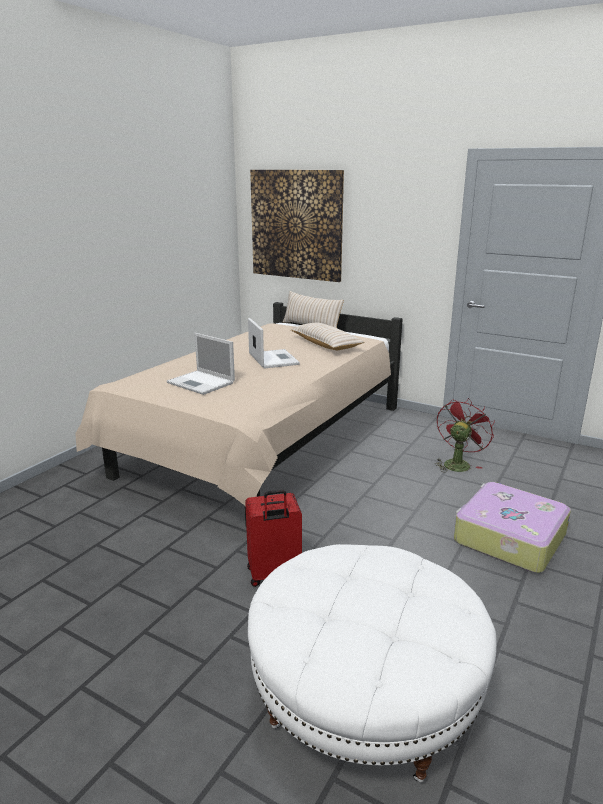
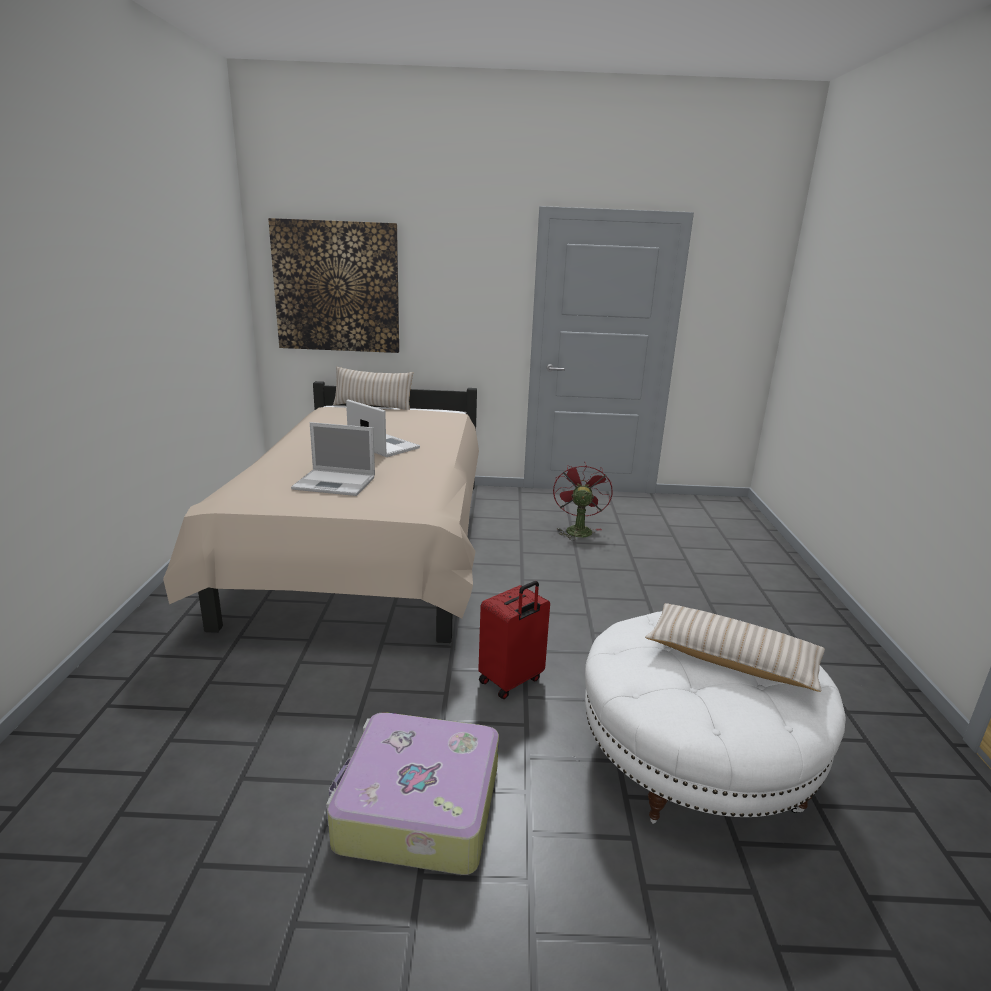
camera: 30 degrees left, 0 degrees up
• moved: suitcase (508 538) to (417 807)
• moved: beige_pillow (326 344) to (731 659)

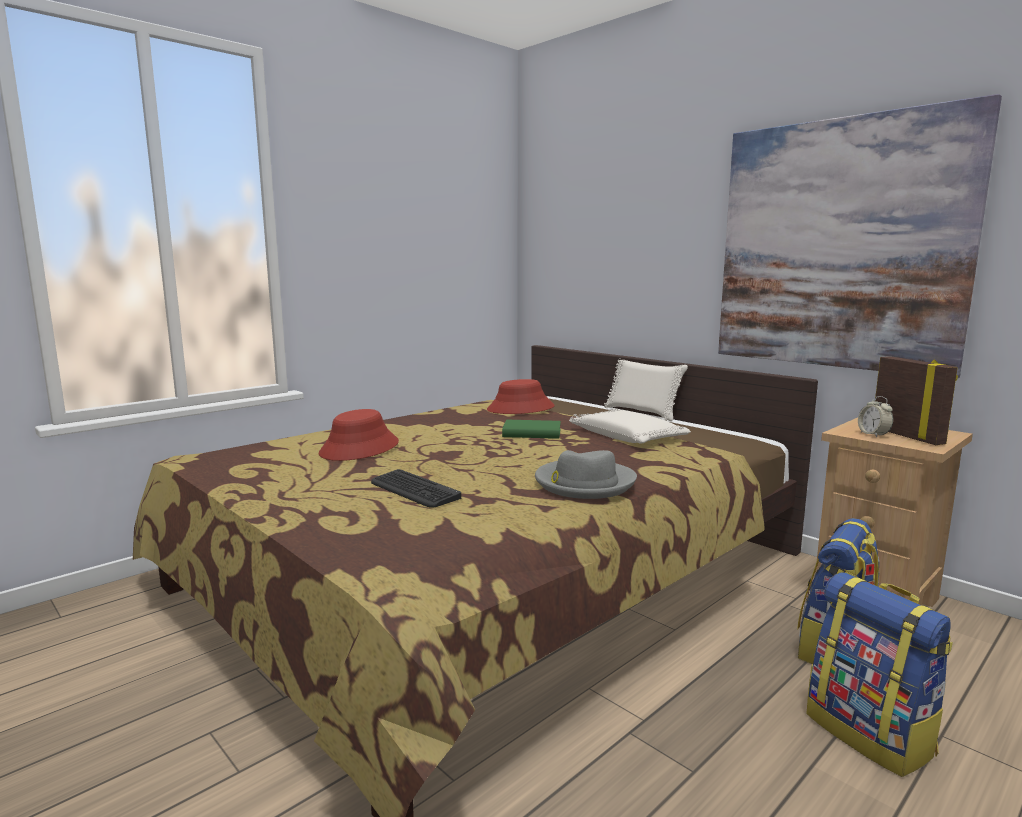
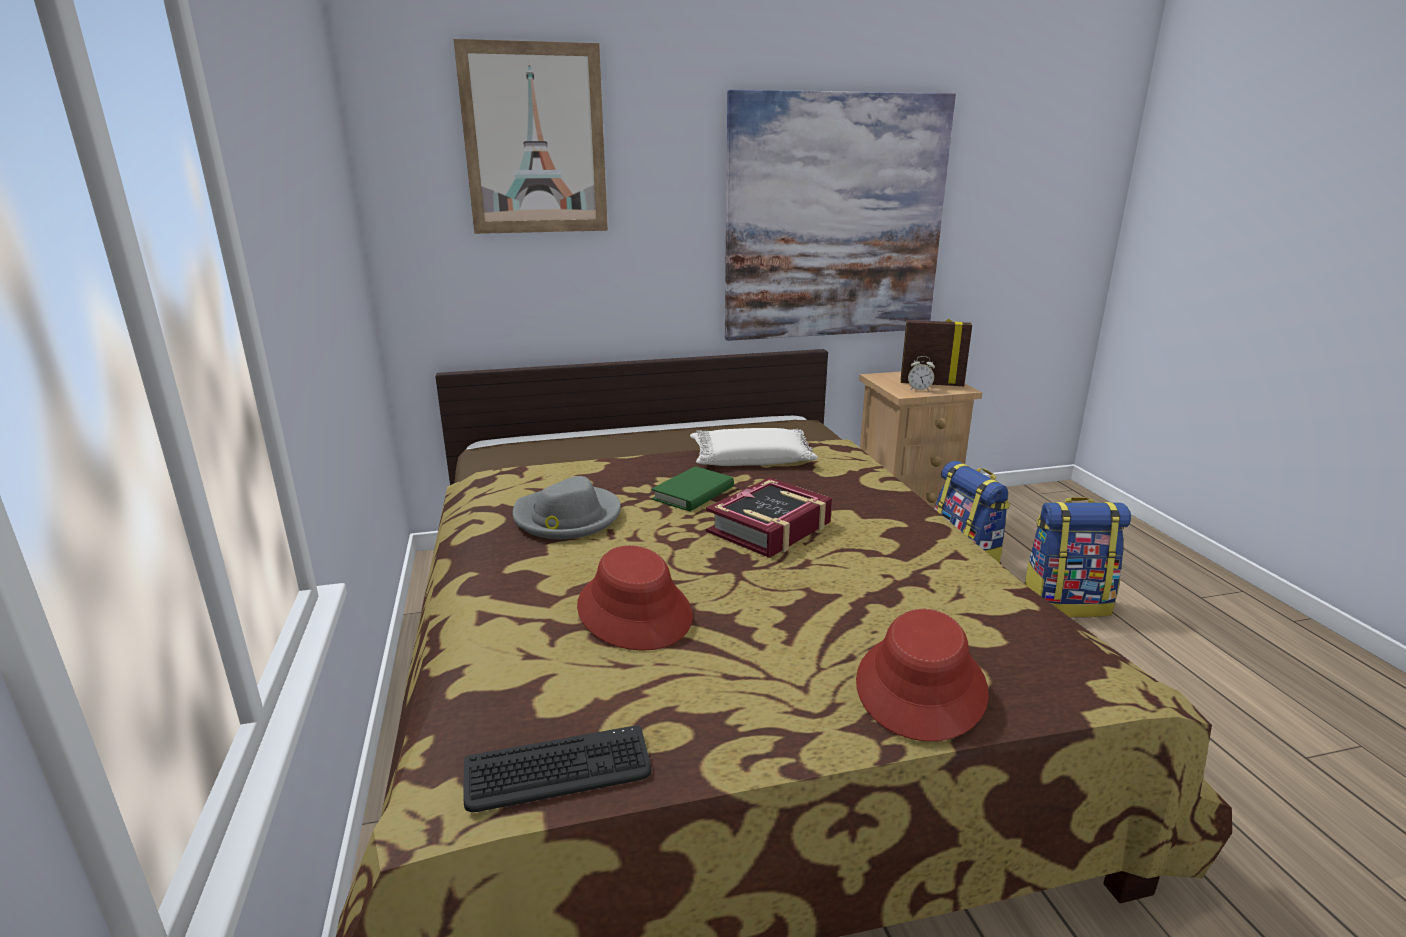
camera: 60 degrees left, 10 degrees up
• added: picture (535 140)
• moved: keyboard (414 490) to (558 770)
• moved: grey_hat (584 483) to (567 517)
• added: book (770 528)
• moved: red_hat (520 409) to (921 686)
• removed: white_pillow (642 413)

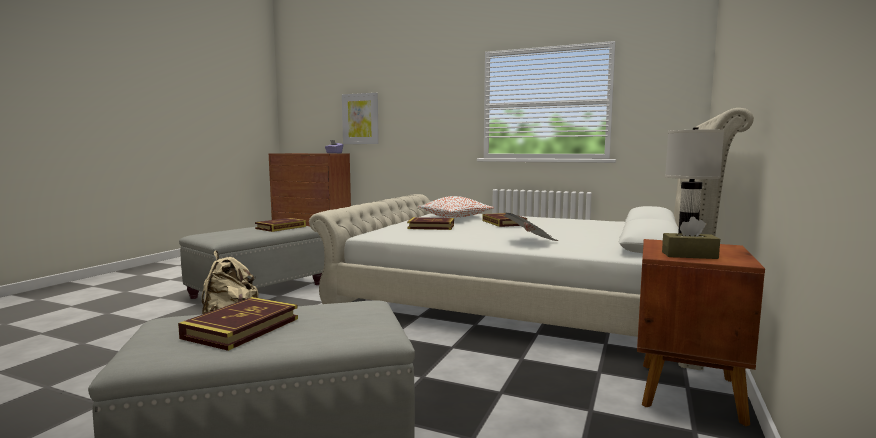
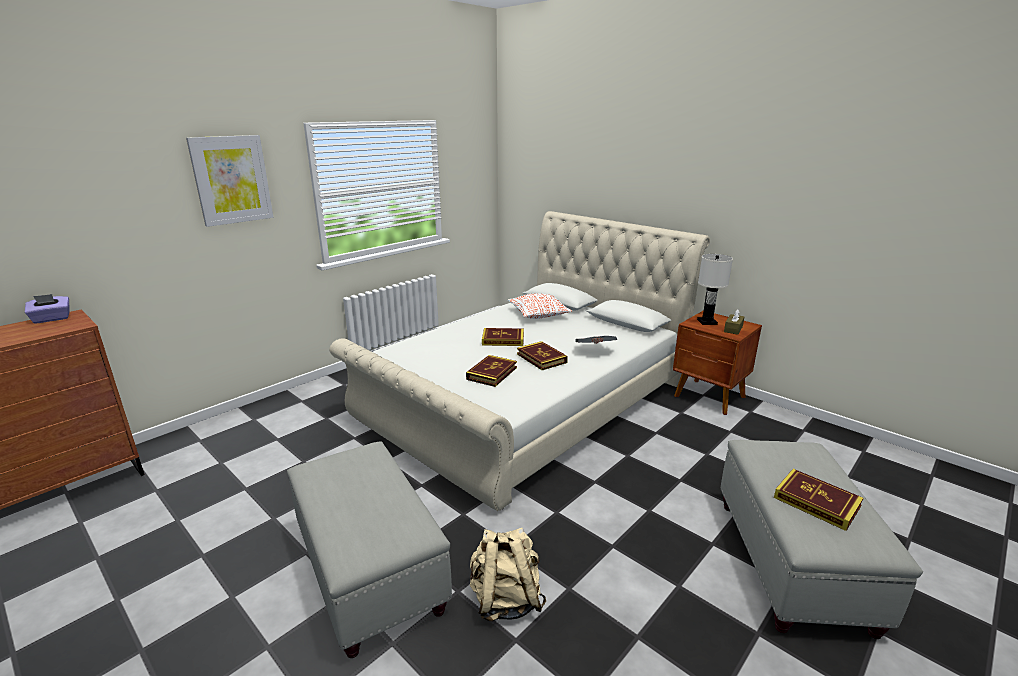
camera: 70 degrees left, 15 degrees up
• moved: picture (360 119) to (231 180)
• moved: white_pillow (455 217) to (539 314)
• moved: book (281 227) to (541 358)

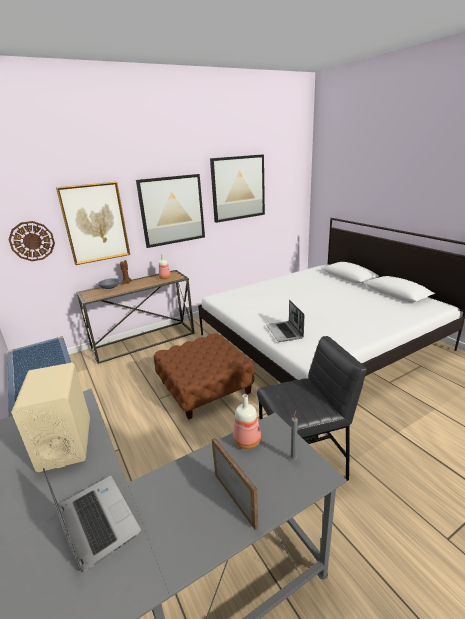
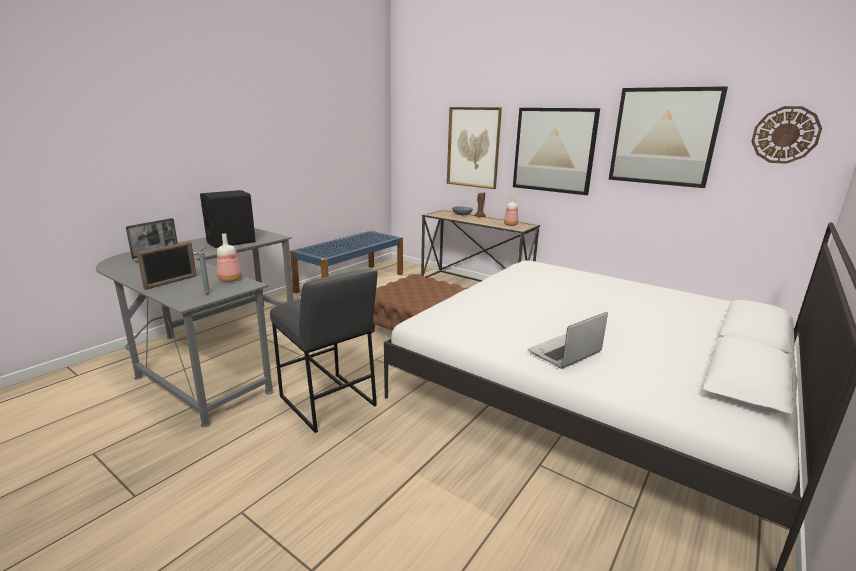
camera: 65 degrees right, 5 degrees down
• recoloured: beige_speaker (65 443) to black_speaker (231 242)
• moved: laptop (285 332) to (564 353)
• moved: wall_clock (32 241) to (785 135)

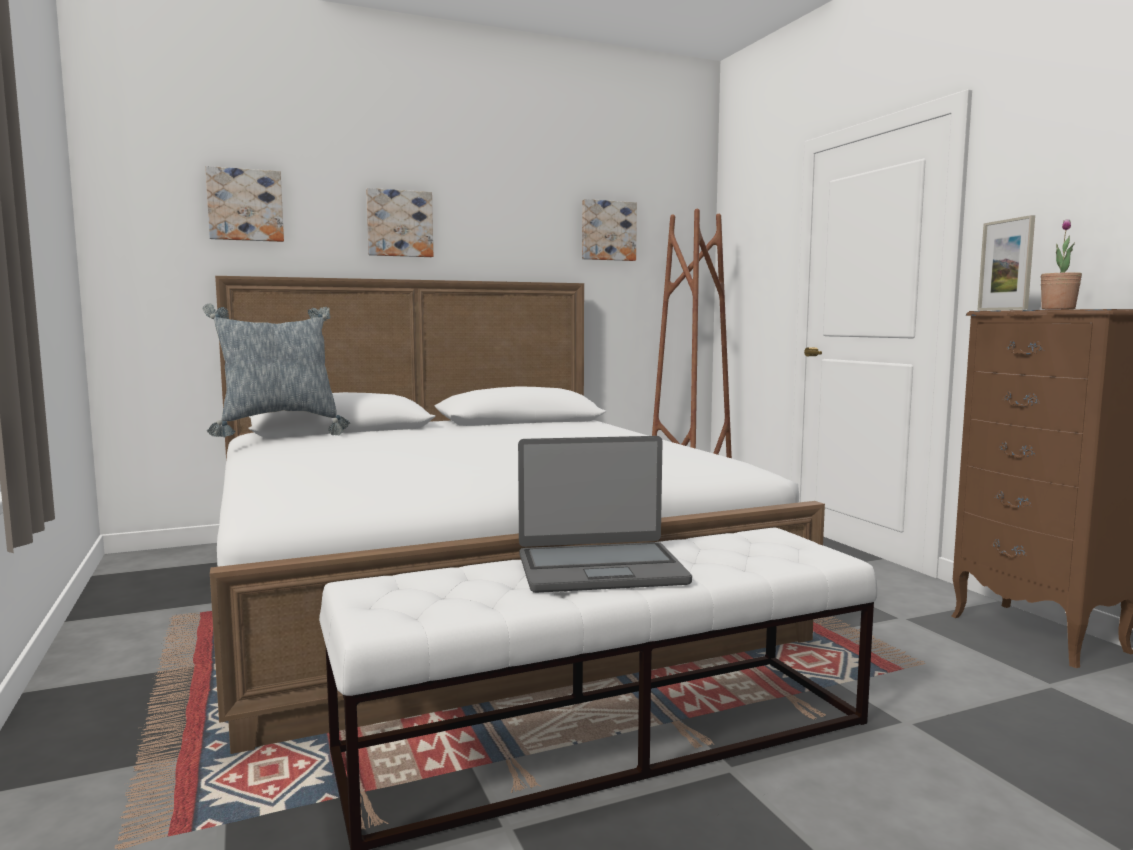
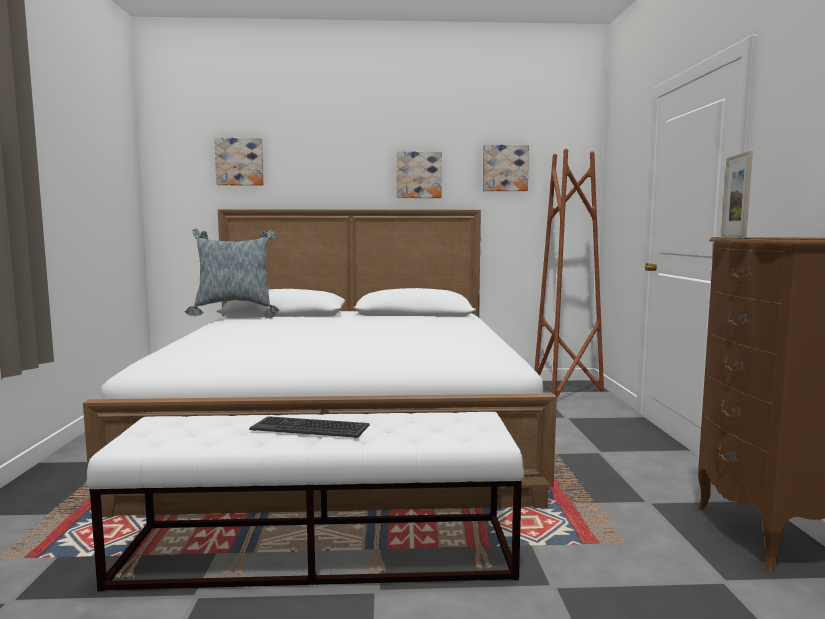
camera: 20 degrees right, 0 degrees up
• replaced: laptop (600 569) to keyboard (310 428)
• moved: picture (399 223) to (418 175)
• removed: potted_plant (1058 309)

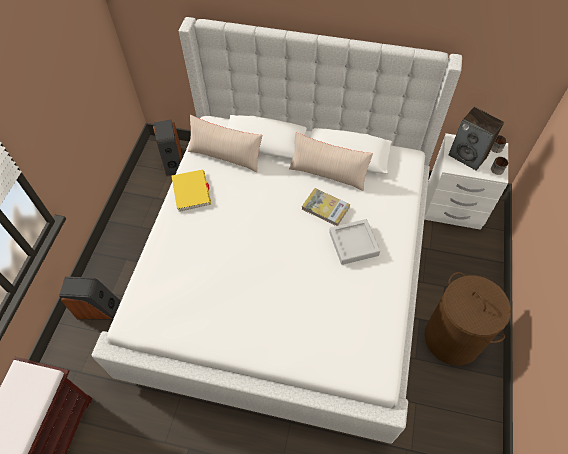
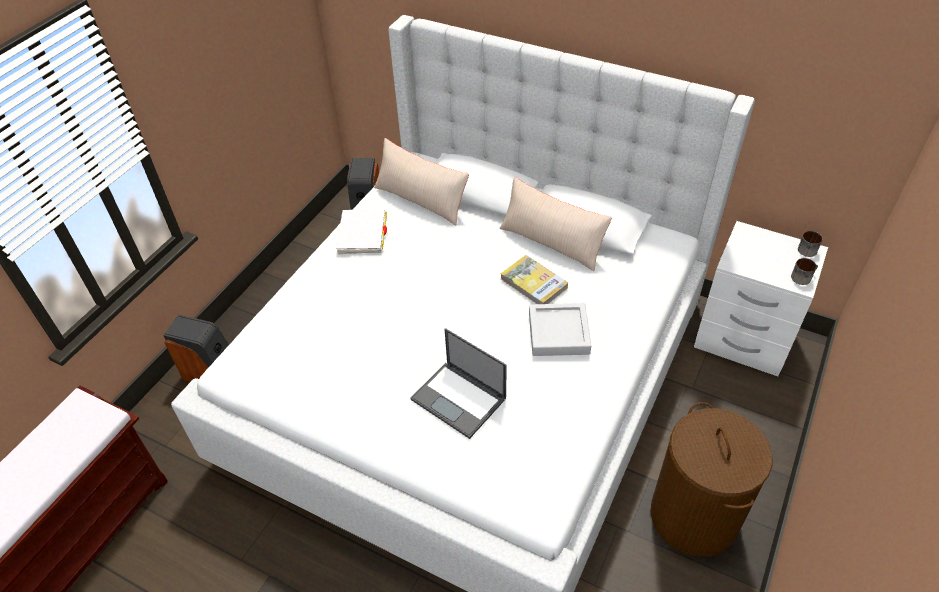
camera: 15 degrees right, 10 degrees down
• recoloured: yellow_book (191 191) to white_book (362 234)
• added: laptop (459 399)
• removed: speaker (468 156)

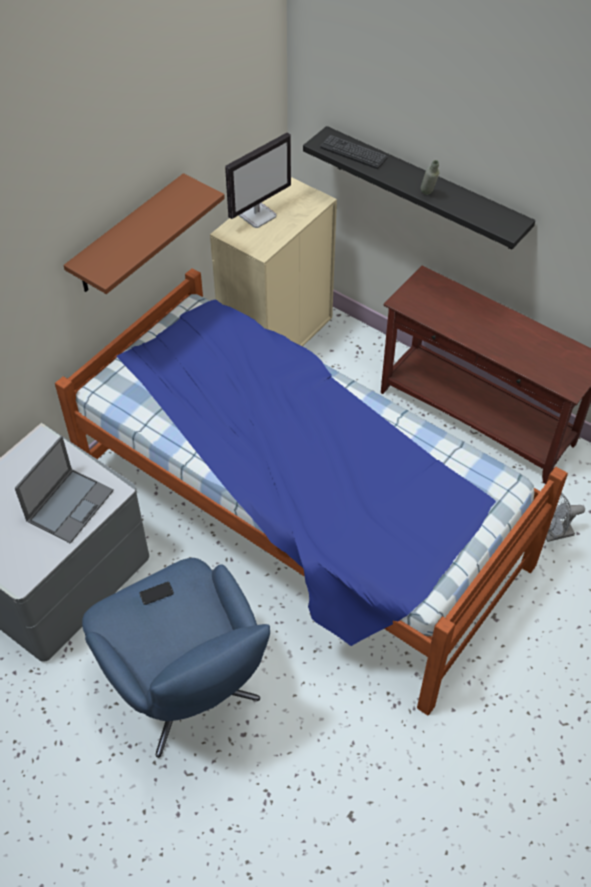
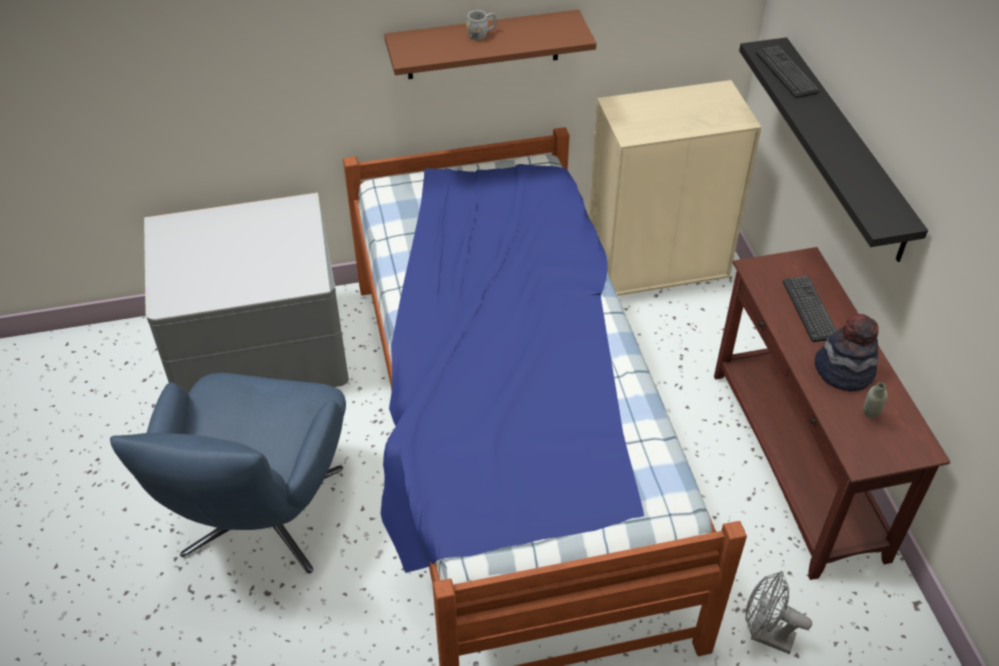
camera: 40 degrees right, 5 degrees down
• added: grey_mug (482 34)
• added: keyboard (809 309)
• added: hat (844 370)
• moved: grey_bottle (428 195) to (868 418)
• removed: laptop (70 504)
• removed: phone (156 593)
• removed: monitor (258 215)

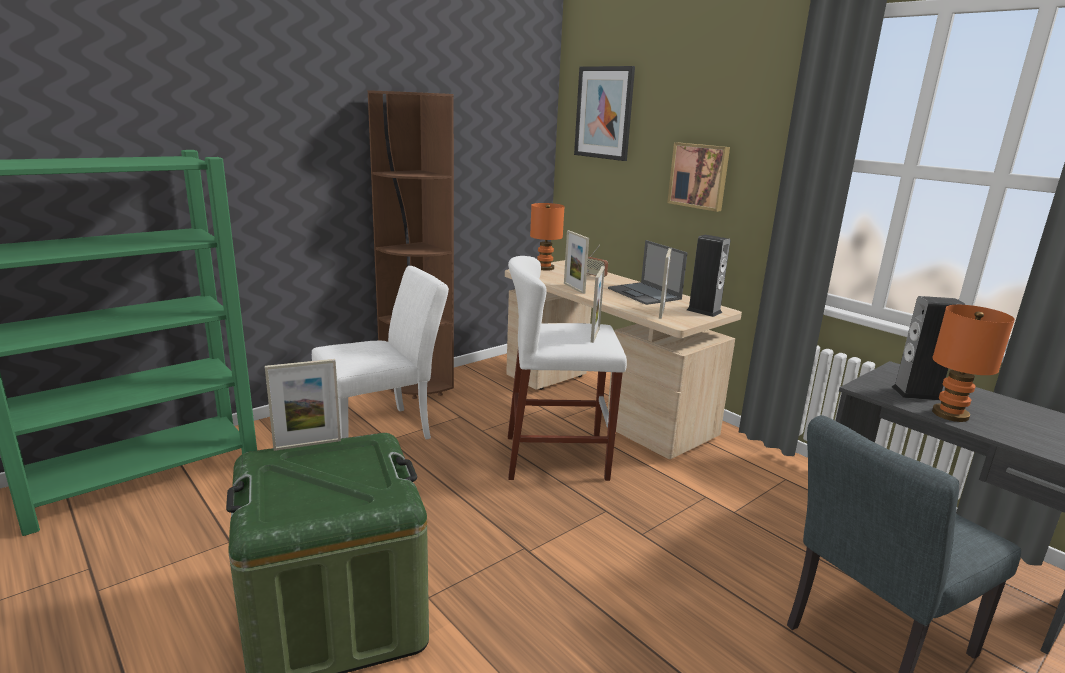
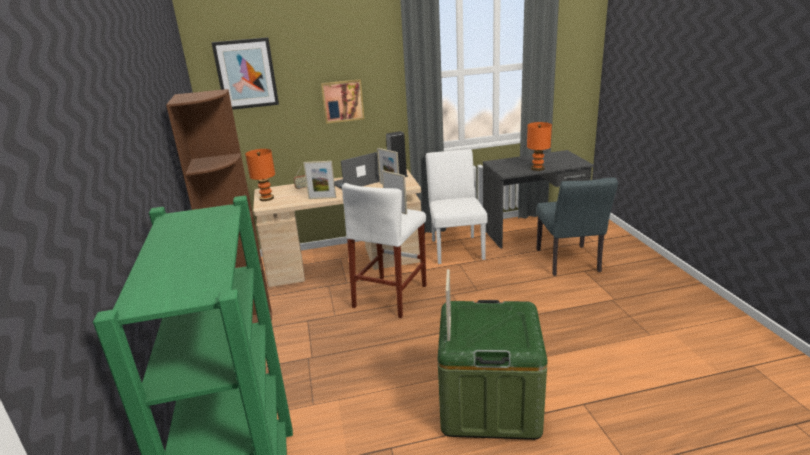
camera: 60 degrees left, 5 degrees up
• turned: laptop (645 294) = (355 182) 150 degrees clockwise
• moved: white_chair (384 431) to (456 247)
• removed: speaker (916 393)

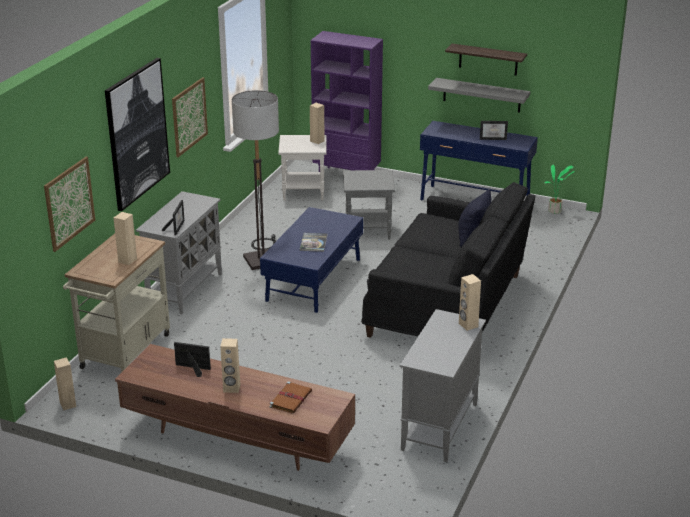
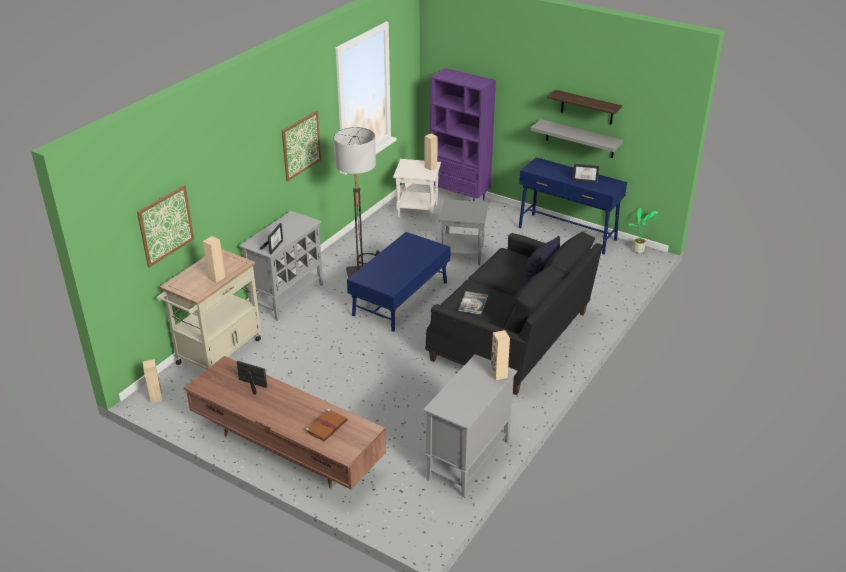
camera: 10 degrees right, 5 degrees up
• moved: book (313 243) to (473 303)
• removed: picture (137 133)
• removed: beige_speaker (231 388)

